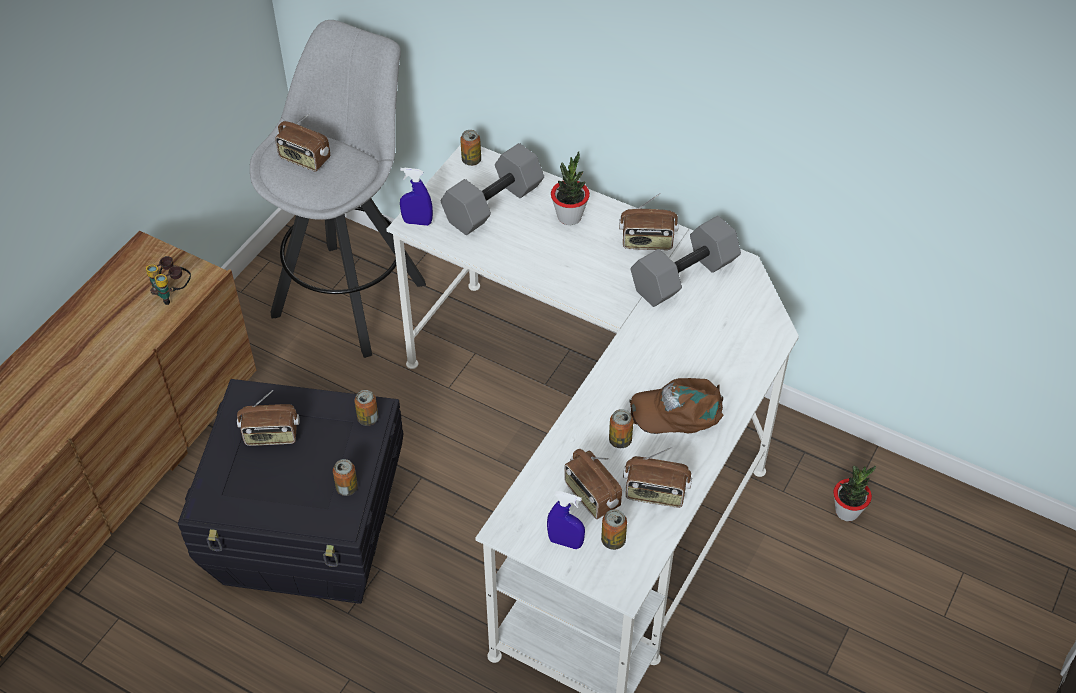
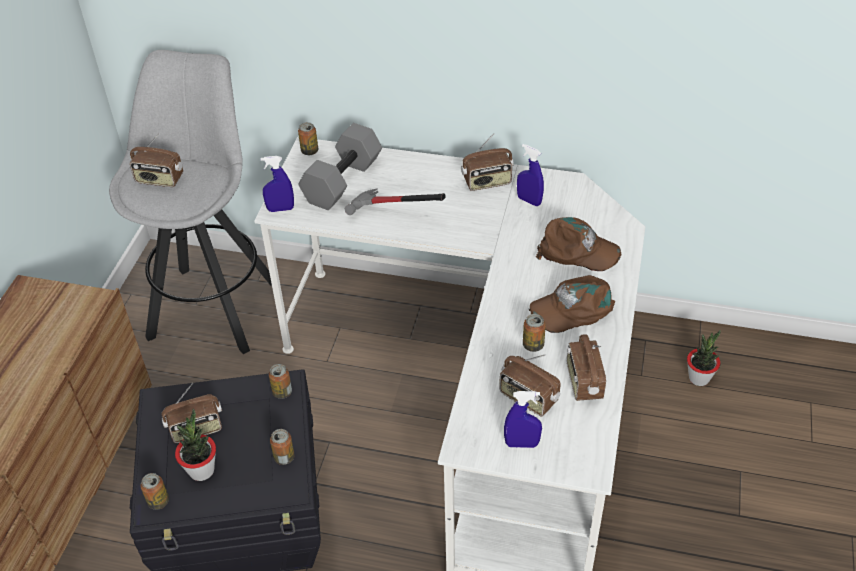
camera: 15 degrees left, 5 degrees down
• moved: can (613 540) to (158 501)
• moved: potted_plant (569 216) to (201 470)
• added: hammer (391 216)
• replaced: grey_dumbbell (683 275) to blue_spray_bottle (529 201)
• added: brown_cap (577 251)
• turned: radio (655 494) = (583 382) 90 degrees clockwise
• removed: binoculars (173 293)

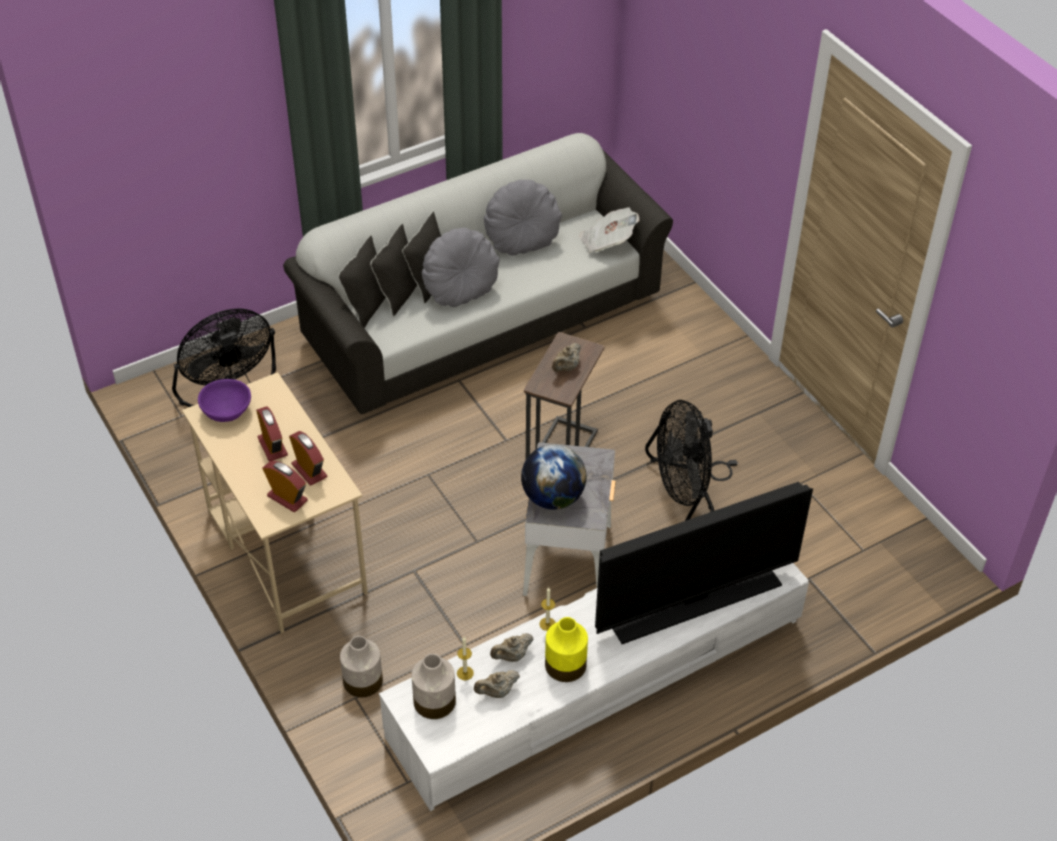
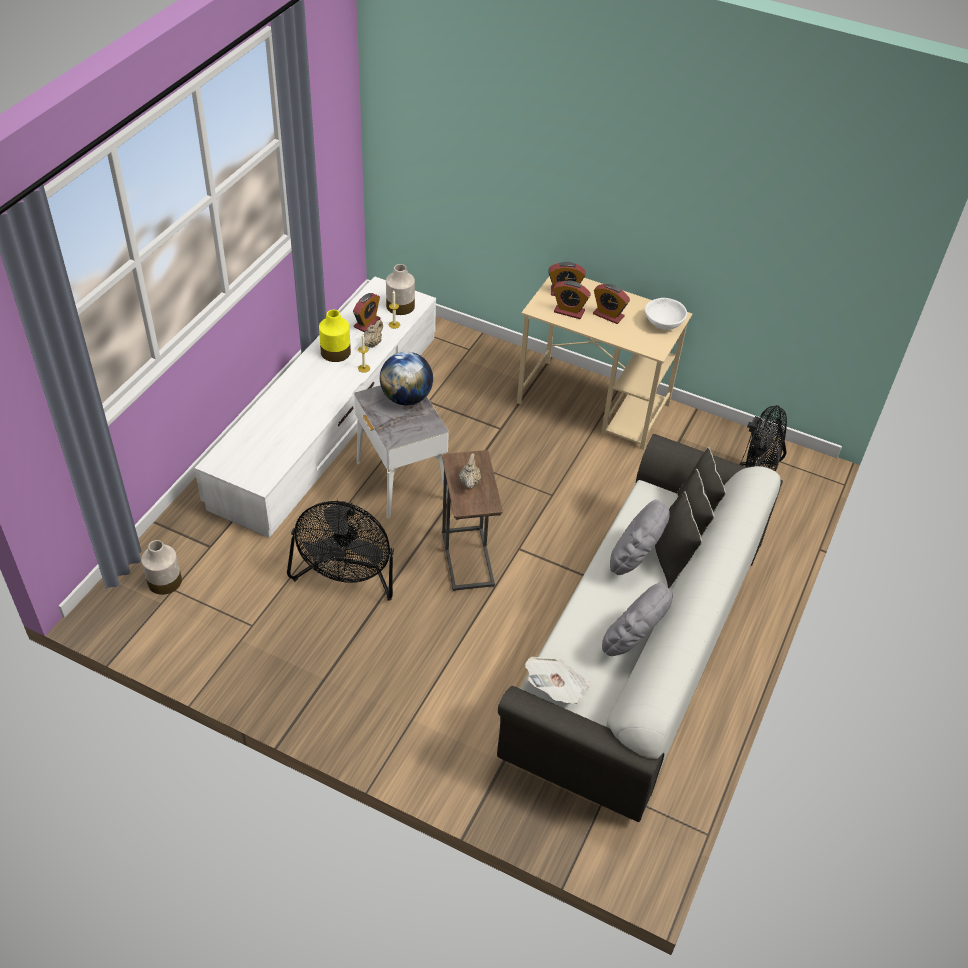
camera: 145 degrees right, 0 degrees up
• moved: beige_vase (362 680) to (165 581)
• turned: black_fan (688 492) = (344 573) 150 degrees clockwise
• replaced: beige_teapot (497 692) to alarm_clock (367 323)
• recoloured: purple_bowl (226 412) to white_bowl (663 323)
• removed: television (695 602)

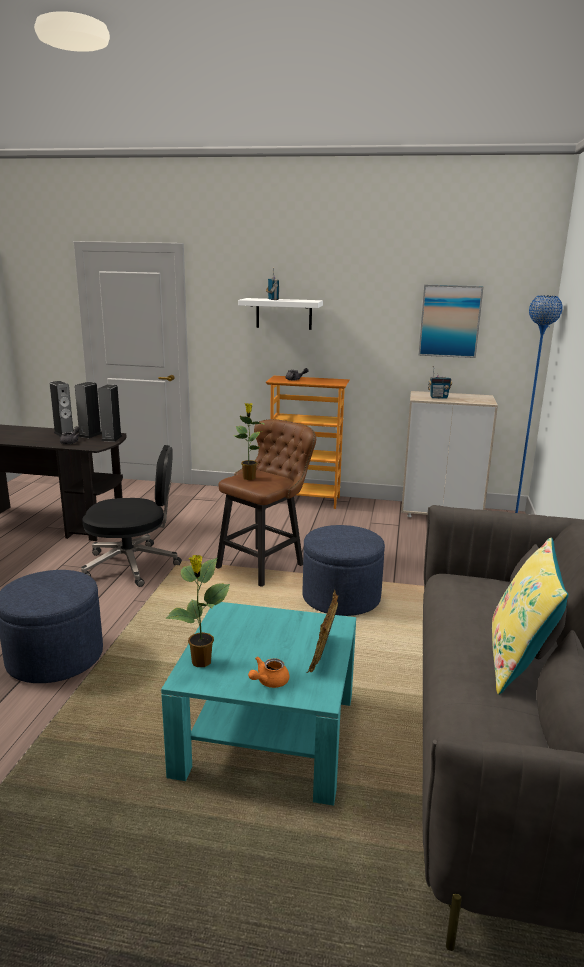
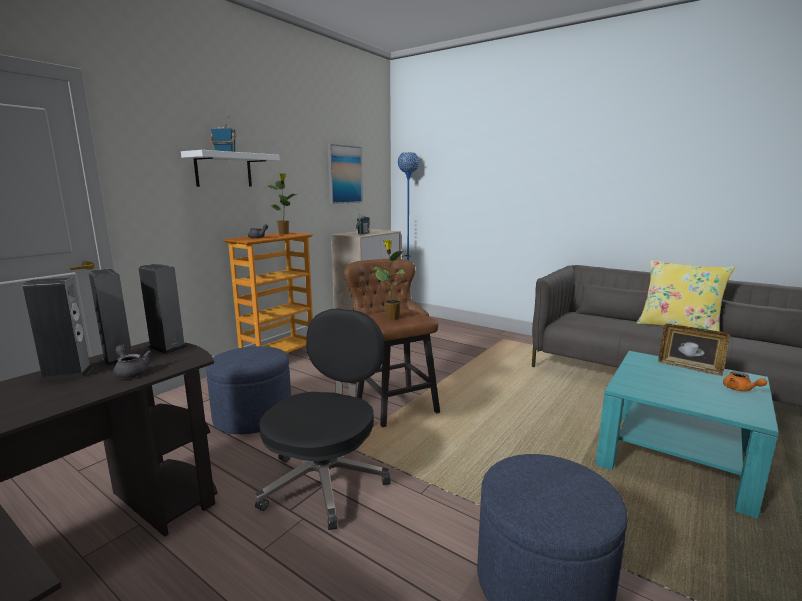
camera: 65 degrees left, 5 degrees down
• moved: blue_ottoman (341 597) to (253 416)
• moved: potted_plant (201 662) to (284 233)

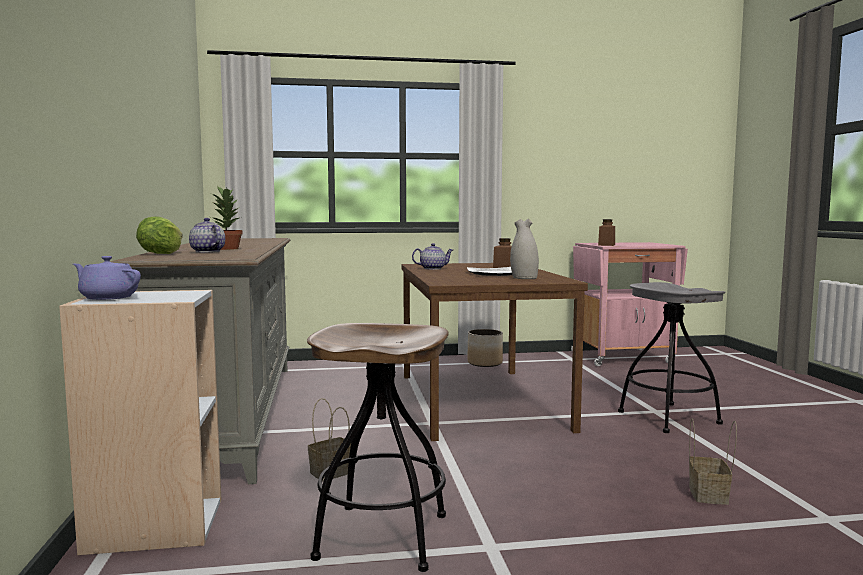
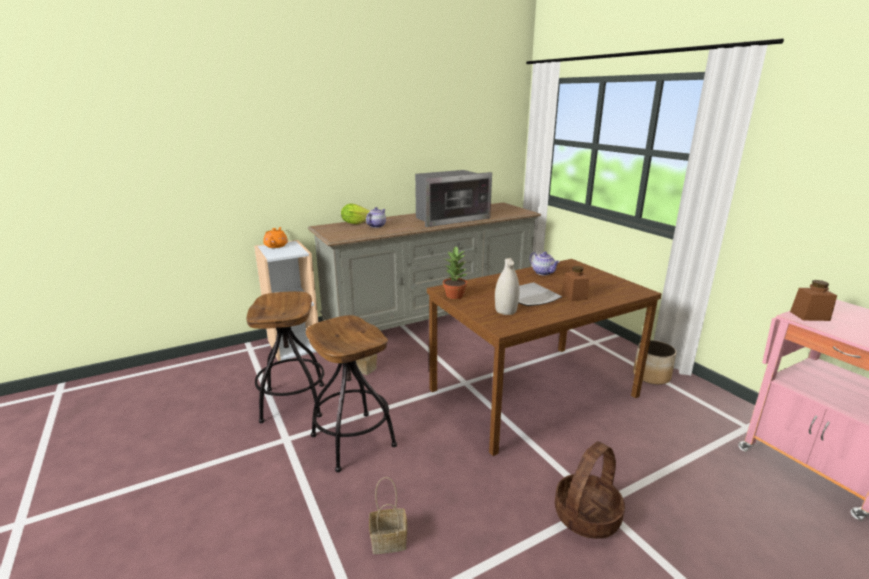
camera: 70 degrees right, 15 degrees up
• recoloured: purple_teapot (107 297) to orange_teapot (276 245)
• added: brown_stool (353 440)
• added: microwave (449 218)
• moved: potted_plant (227 249) to (455 295)
• replaced: grey_stool (668 417) to basket (586 515)

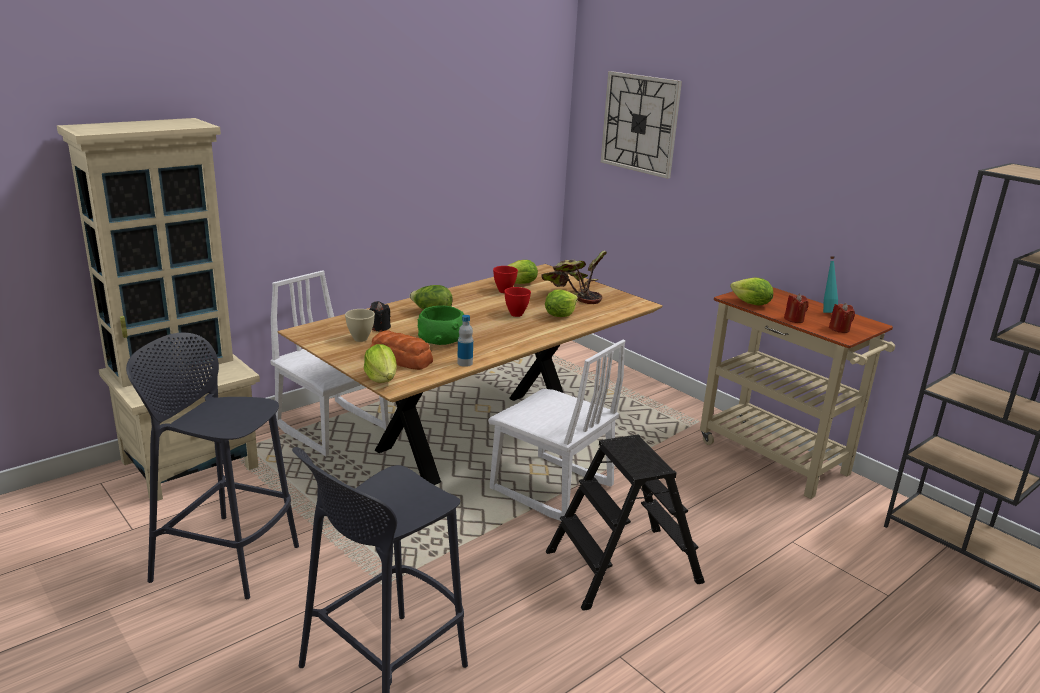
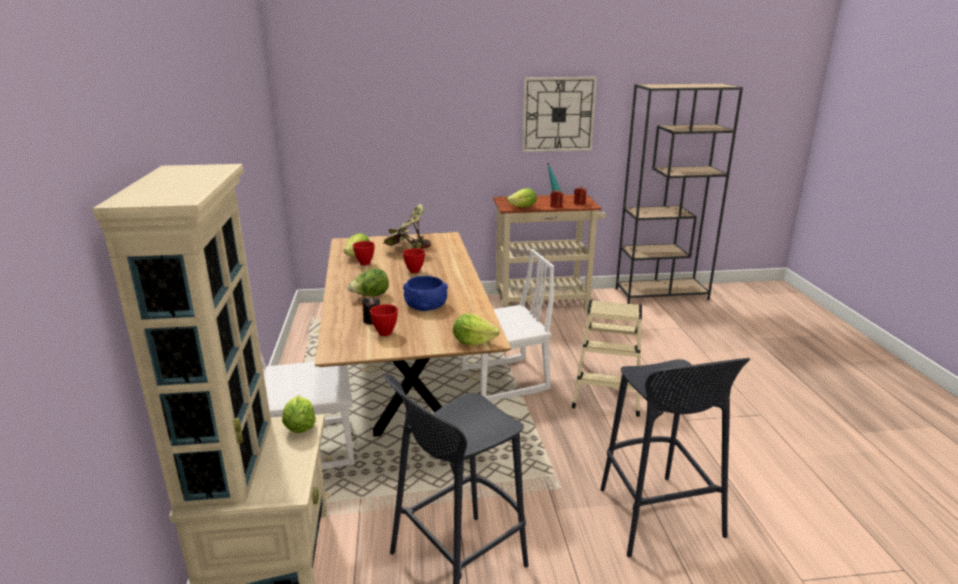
camera: 55 degrees left, 0 degrees up
• moved: lettuce (560 315) to (300 427)
• recoloured: beige_bowl (361 339) to red_bowl (386 333)
• recoloured: green_bowl (442 339) to blue_bowl (426 305)
• moved: wall_clock (640 123) to (558 114)
• recoloured: black_step_ladder (623 566) to beige_step_ladder (607 387)
• removed: bread (401 359)
• removed: bottle (465 363)

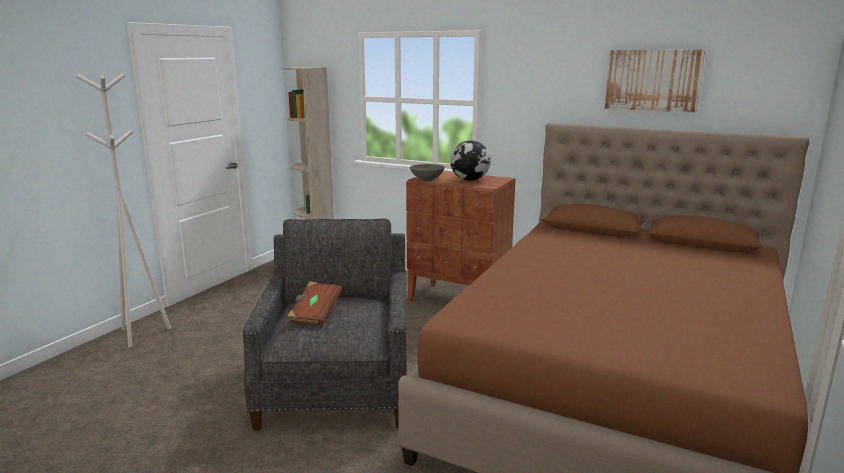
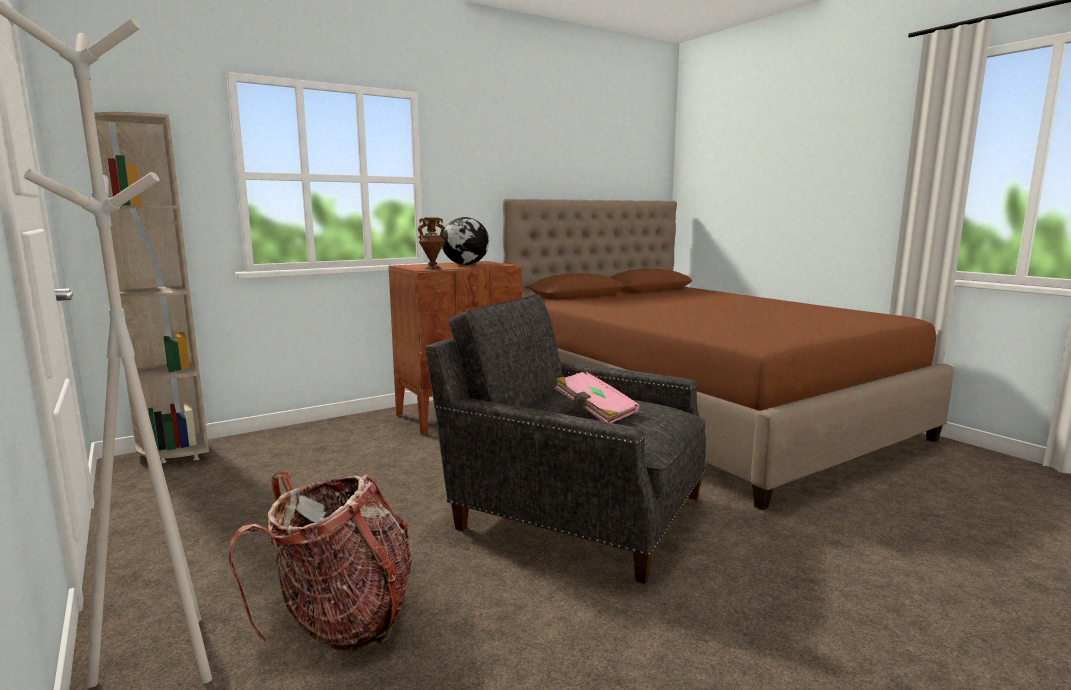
camera: 60 degrees left, 5 degrees down
• added: backpack (343 619)
• replaced: grey_bowl (426 180) to brown_vase (432 268)
• recoloured: brown_book (315 314) to pink_book (595 412)
• removed: picture (653 80)

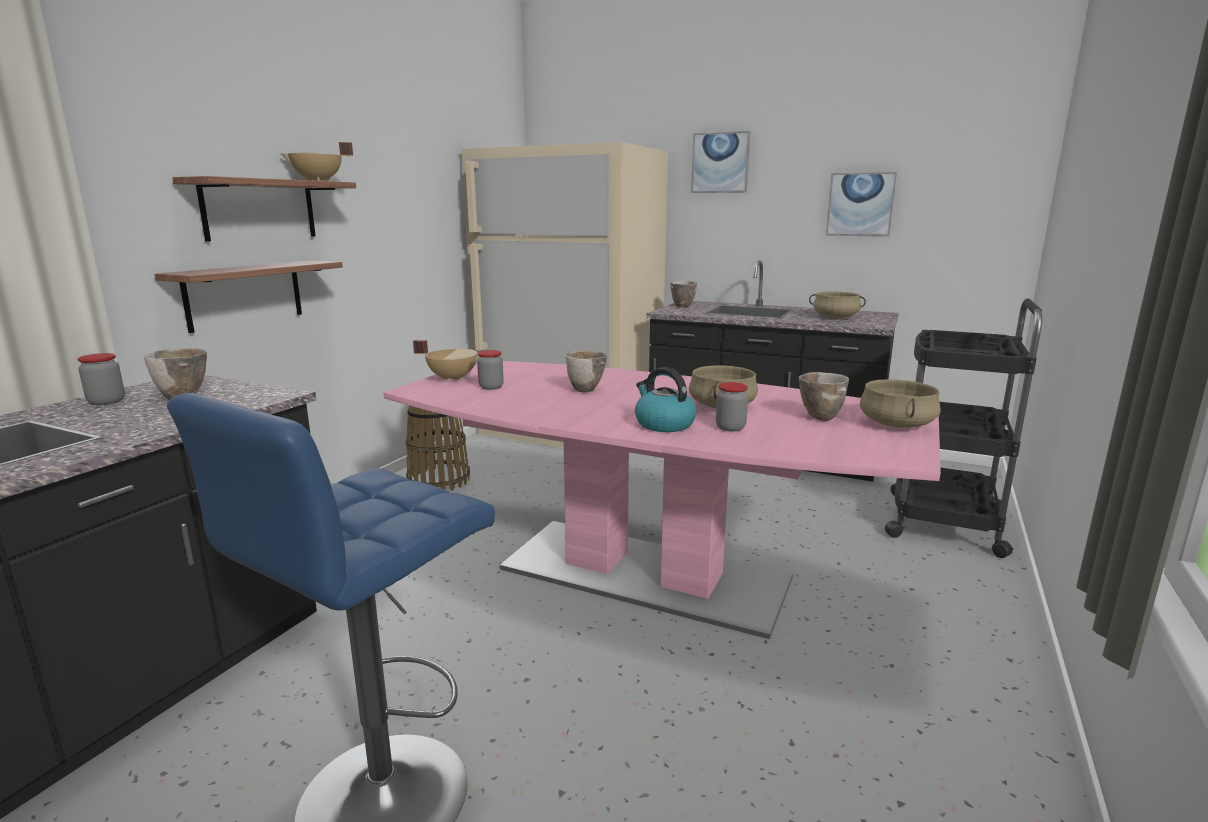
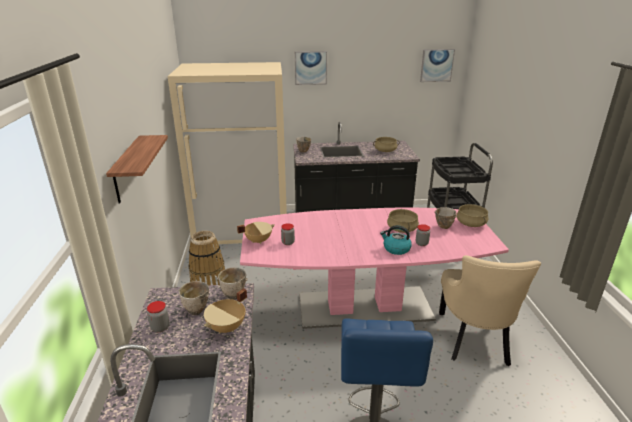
camera: 30 degrees left, 10 degrees up
• moved: beige_cooking_pot (318 181) to (227 328)
• moved: bowl (586 390) to (234 295)
• moved: picture (860 204) to (436 65)
• added: beige_chair (473 337)
• removed: shelf (244 294)

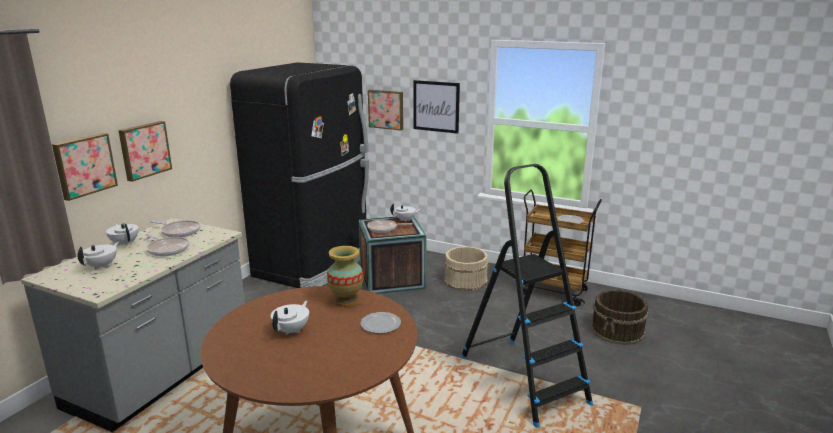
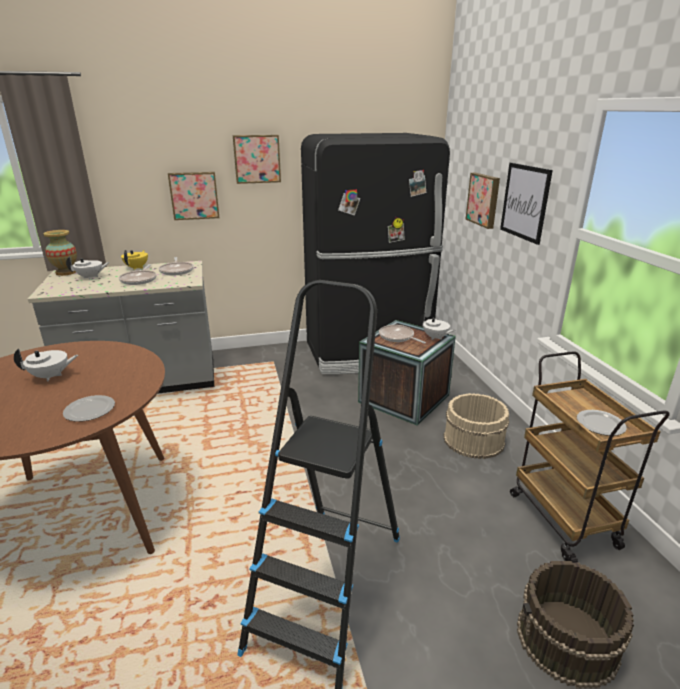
camera: 50 degrees right, 5 degrees up
• moved: vase (346 301) to (66 272)
• recoloured: white_teapot (125 243) to yellow_teapot (137 267)
• moved: picture (84 165) to (257 159)

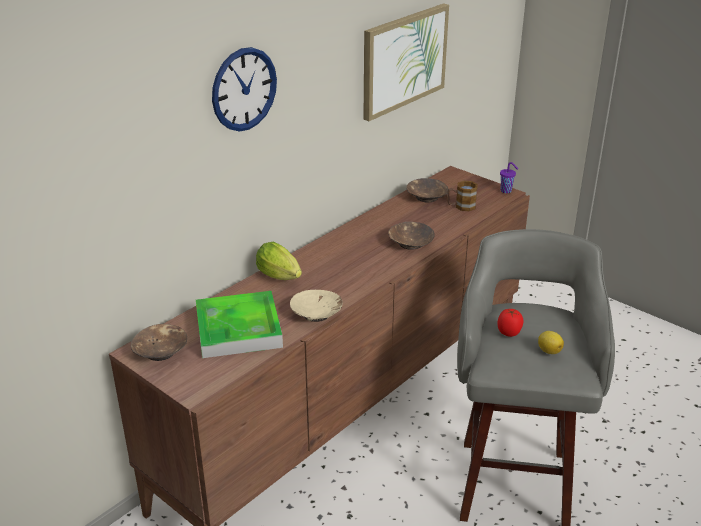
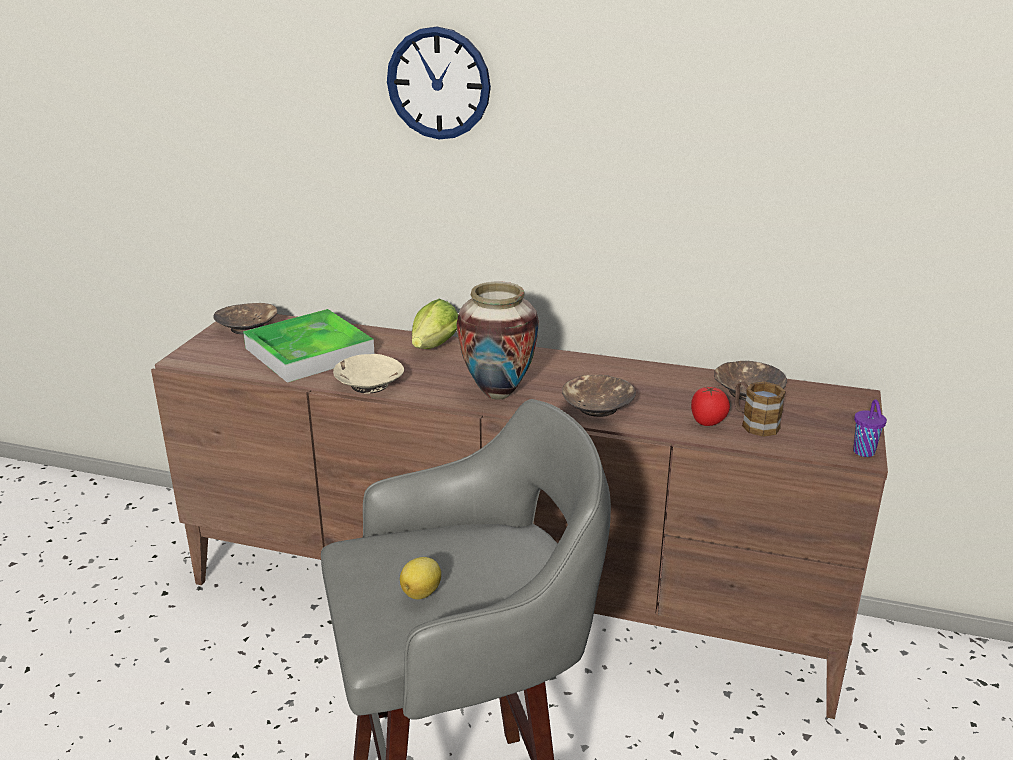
camera: 65 degrees right, 5 degrees down
• added: vase (497 393)
• moved: tomato (509 332) to (708 422)
• removed: picture (404 60)

